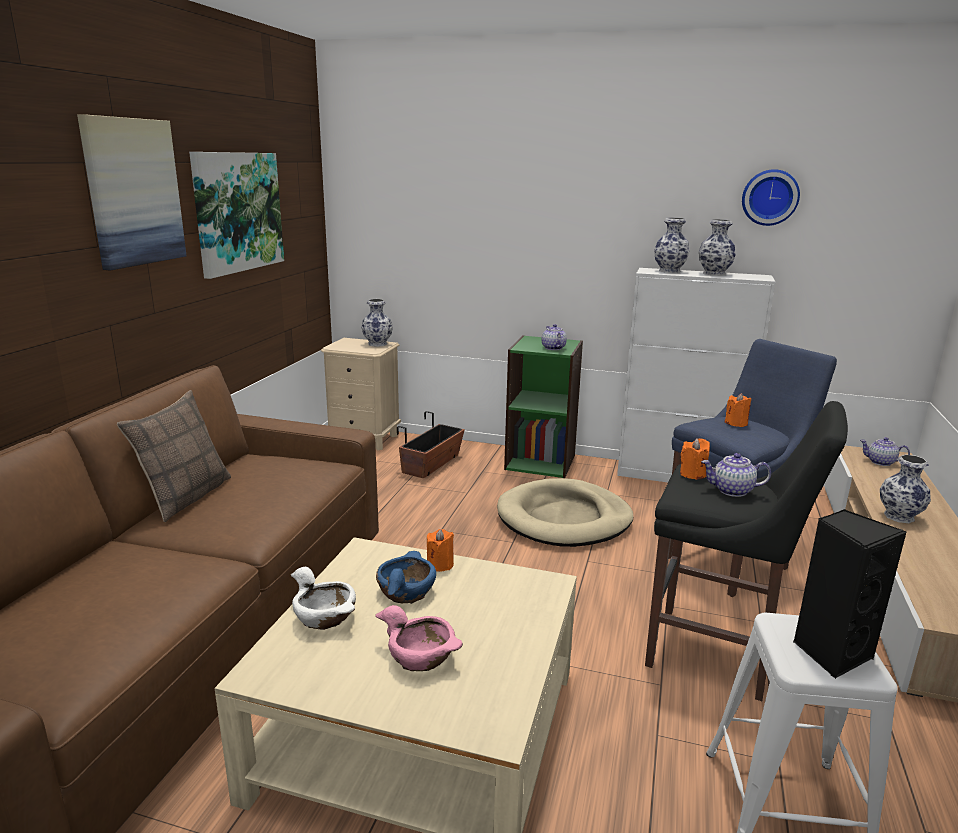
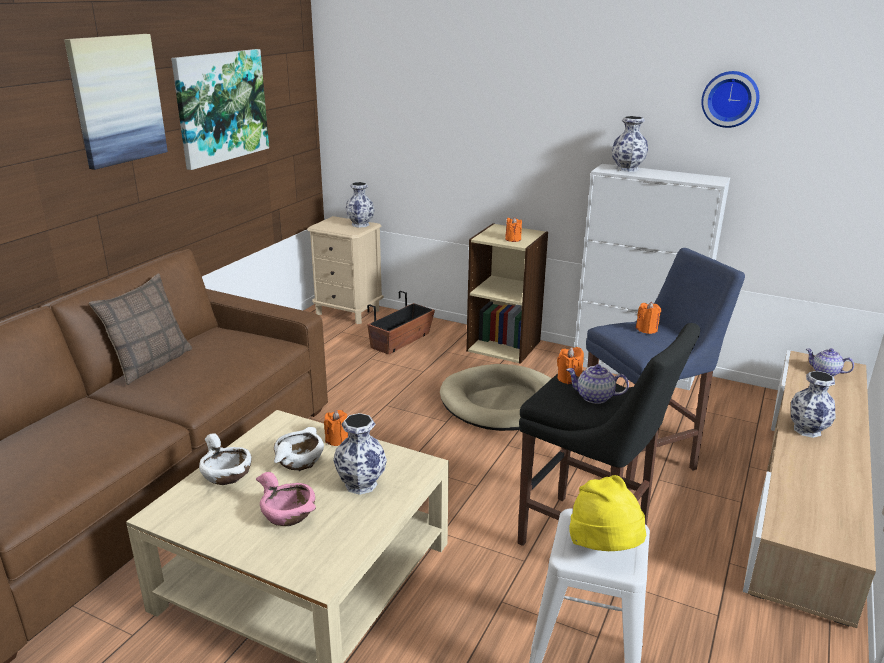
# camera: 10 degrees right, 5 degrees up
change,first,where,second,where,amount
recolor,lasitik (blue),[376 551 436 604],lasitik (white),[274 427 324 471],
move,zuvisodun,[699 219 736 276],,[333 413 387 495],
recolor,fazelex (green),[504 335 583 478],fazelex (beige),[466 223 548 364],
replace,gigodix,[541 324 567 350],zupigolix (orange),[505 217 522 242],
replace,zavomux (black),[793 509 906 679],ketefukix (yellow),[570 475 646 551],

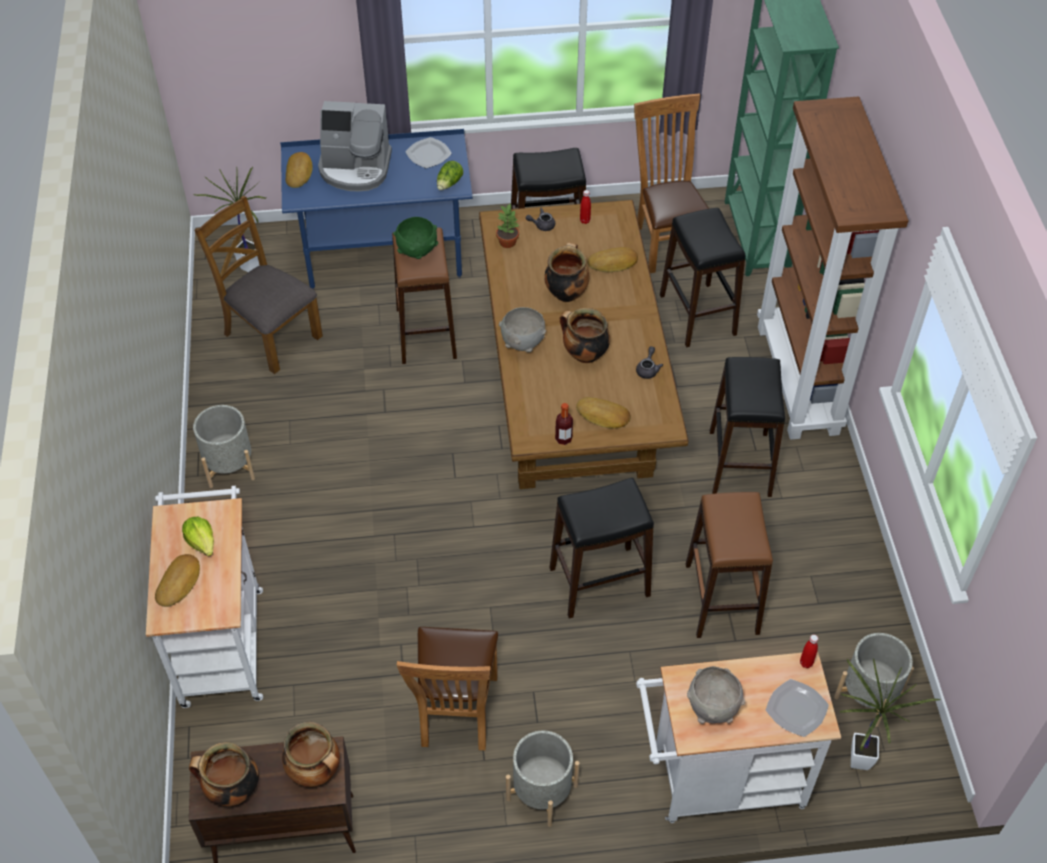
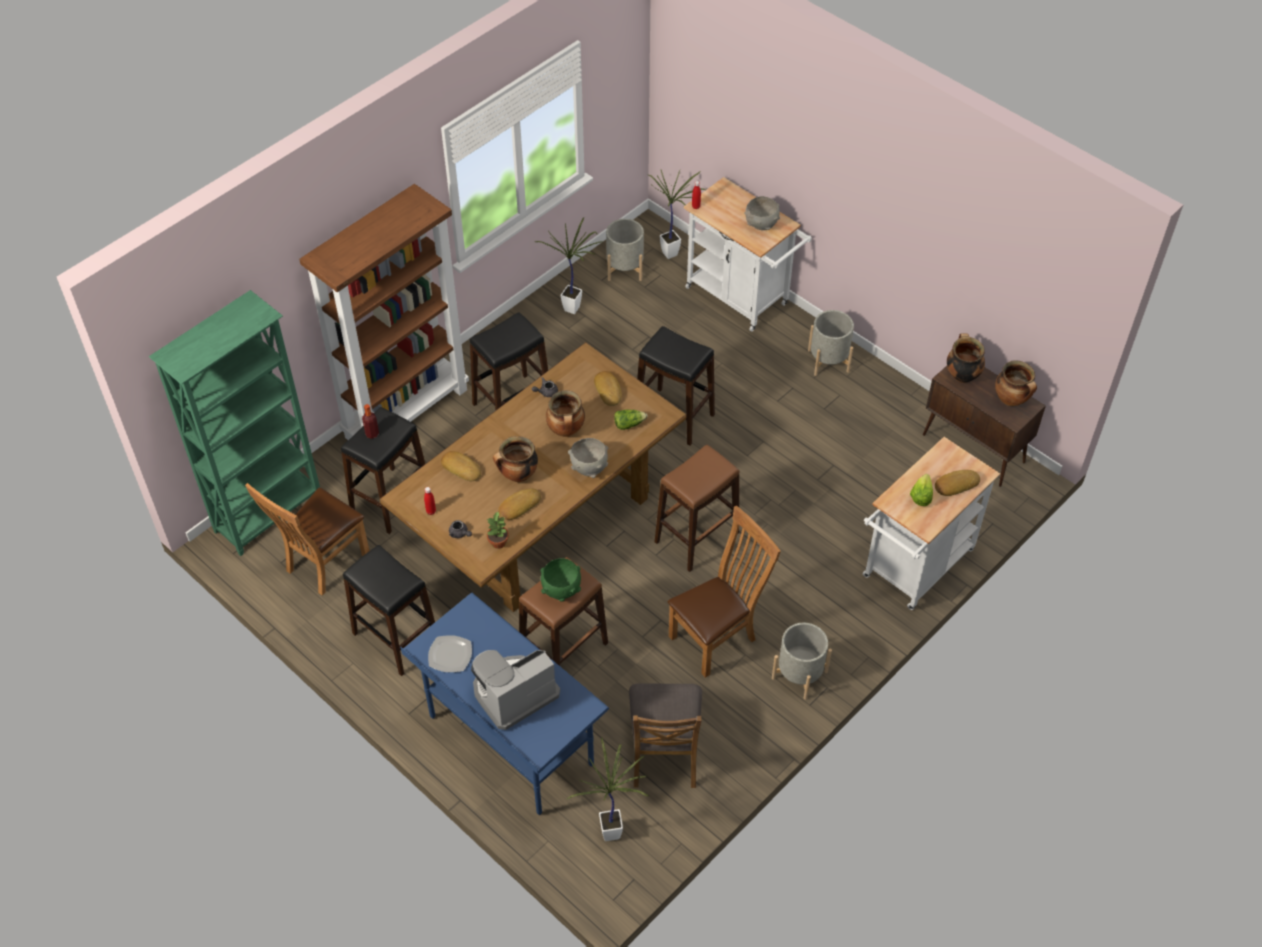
# camera: 130 degrees left, 0 degrees up
change,first,where,second,where,amount
move,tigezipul,[555 403 573 445],,[362 404 379 439],
rotate,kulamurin,[318 101 392 192],,[471 650 560 730],90 degrees counterclockwise
move,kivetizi,[286 152 313 188],,[498 488 541 520],
insert,,,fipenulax,[535 217 602 314],
move,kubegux,[437 161 463 190],,[614 409 648 430],
move,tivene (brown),[686 492 773 638],,[655 445 739 572],
move,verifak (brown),[397 627 498 750],,[668 505 781 678],
delete,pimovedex,[766 679 829 737],,,

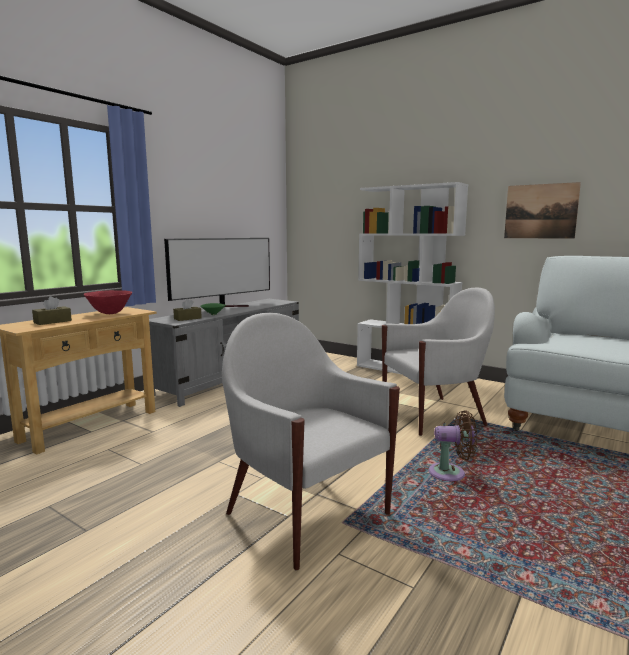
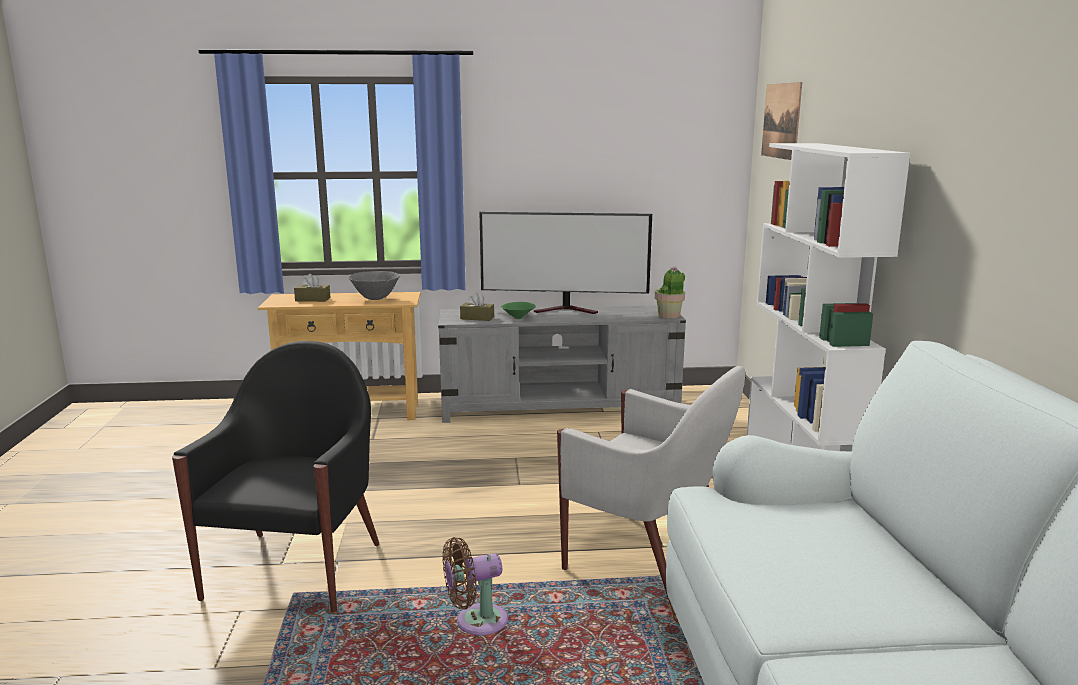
# camera: 50 degrees right, 5 degrees up
change,first,where,second,where,amount
recolor,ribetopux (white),[222 313 400 571],ribetopux (black),[172 341 380 612],
recolor,lasitik (red),[84 290 133 314],lasitik (grey),[348 271 400 300],
rotate,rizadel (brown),[428 410 477 481],,[443 537 508 635],105 degrees clockwise
insert,,,fipenulax,[655 267 685 319],
move,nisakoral,[504 182 581 239],,[761 82 802 160],

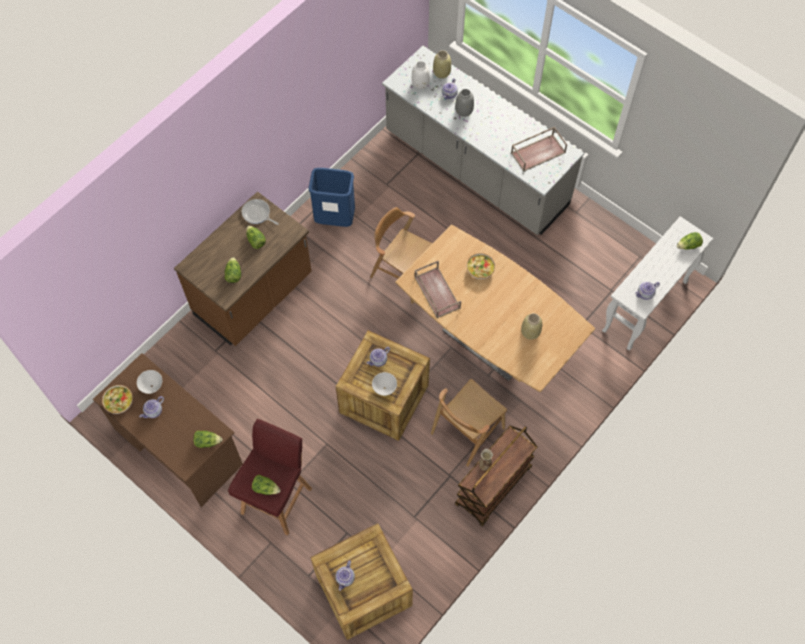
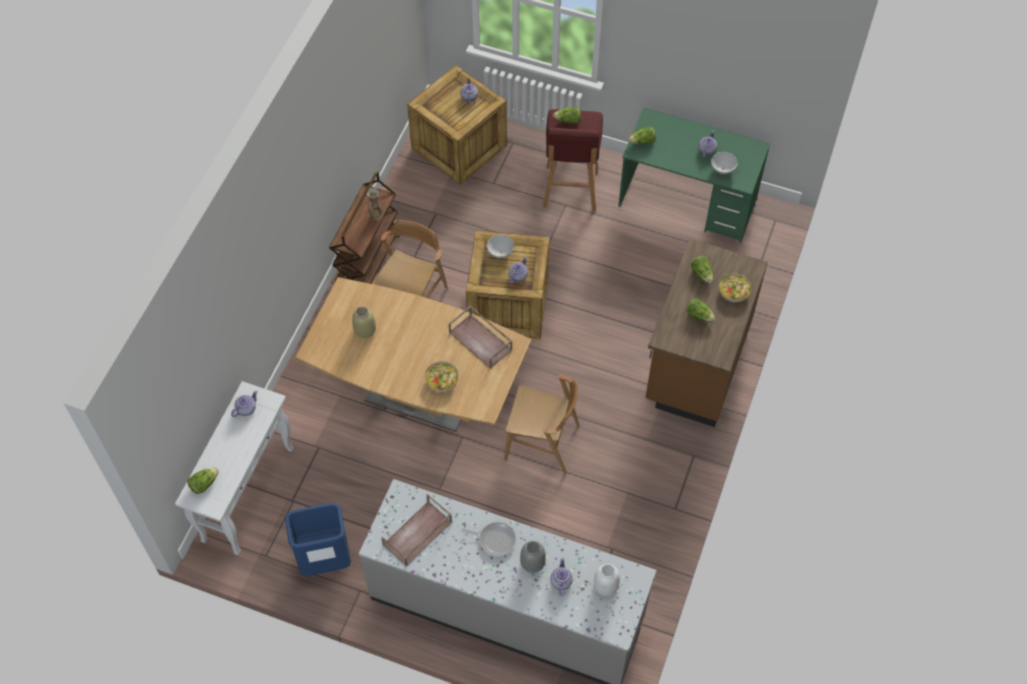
# camera: 160 degrees right, 5 degrees down
change,first,where,second,where,amount
move,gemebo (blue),[308 168 355 227],,[285 503 351 576],
move,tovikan,[242 199 279 225],,[462 522 516 556],
recolor,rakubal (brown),[93 353 243 507],rakubal (green),[618 107 770 243],
move,lasitik,[102 385 133 414],,[719 273 752 302],
delete,zuvisodun (beige),[433 50 451 79],,,

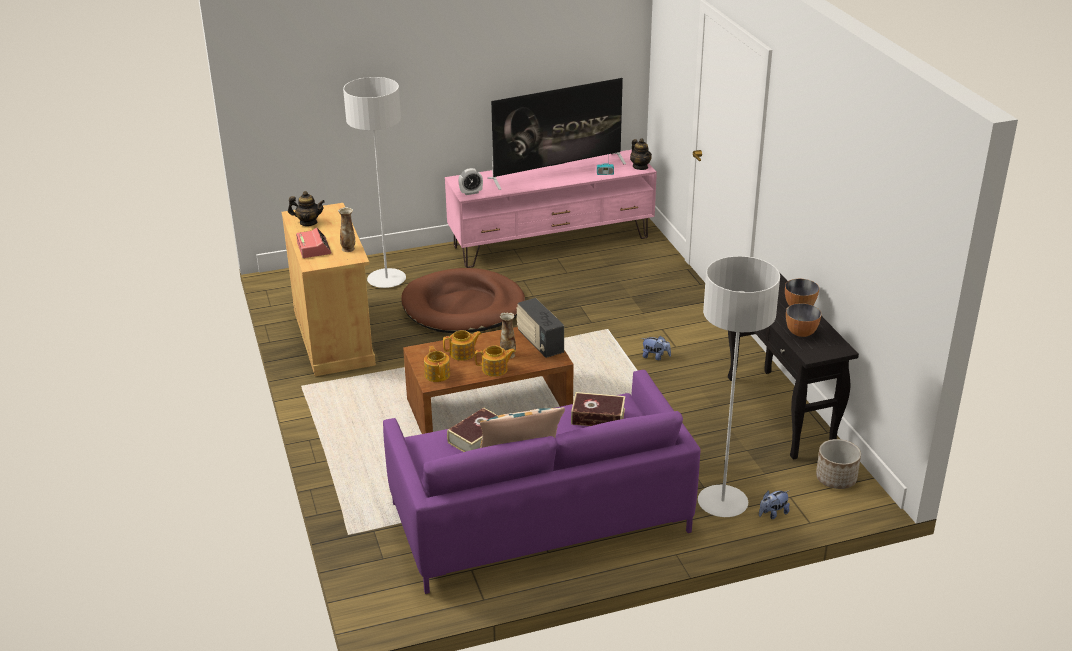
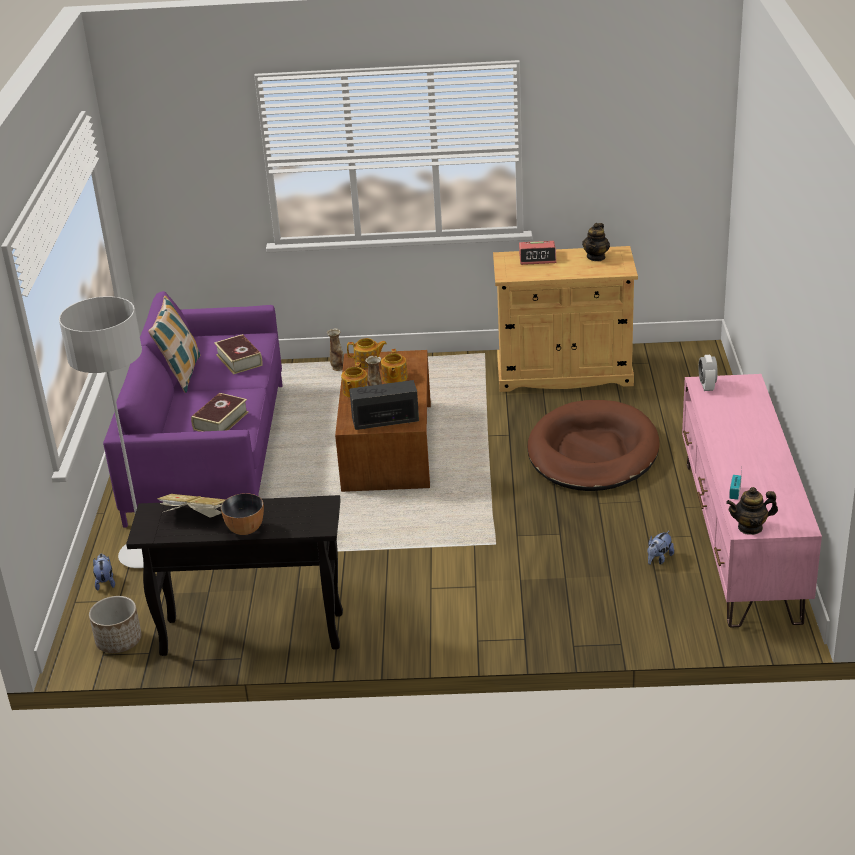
# camera: 110 degrees right, 0 degrees up
change,first,where,second,where,amount
replace,lasitik,[786 303 822 337],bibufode,[157 494 226 518],
move,zuvisodun,[338 207 355 252],,[327 328 344 371],
move,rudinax,[641 336 671 360],,[647 531 674 565],
delete,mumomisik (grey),[343 77 406 288],,,
delete,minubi,[488 78 626 190],,,

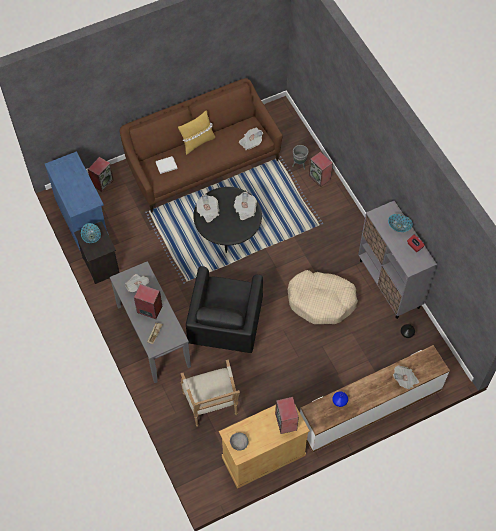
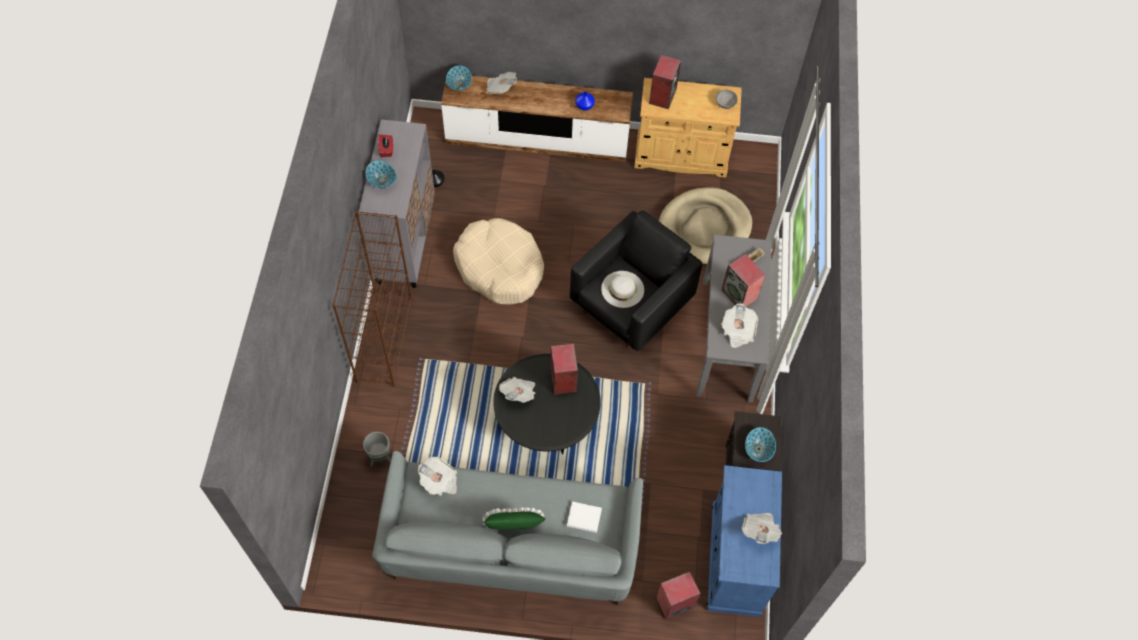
# camera: 150 degrees left, 0 degrees up
change,first,where,second,where,amount
insert,,,fazelex (brown),[332 211 412 387],
recolor,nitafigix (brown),[120 78 283 213],nitafigix (grey),[372 451 643 605],
insert,,,lasitik,[446 65 472 90],
recolor,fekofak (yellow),[178 110 215 155],fekofak (green),[483 507 545 530],
move,zavomux,[308 151 333 187],,[550 344 578 395],
insert,,,ketefukix (white),[601 271 644 308],
replace,ribetopux,[180 360 240 427],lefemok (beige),[659 187 752 264],
move,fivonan,[197 194 219 223],,[742 513 782 544],

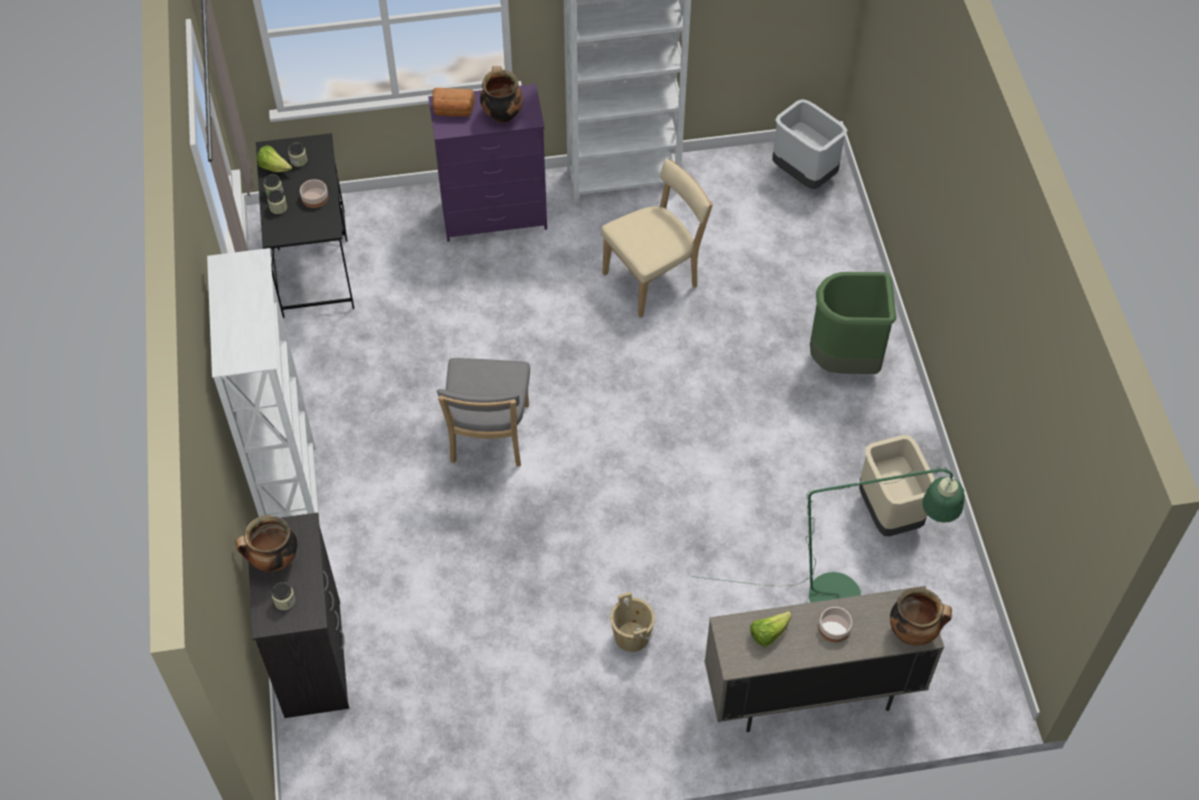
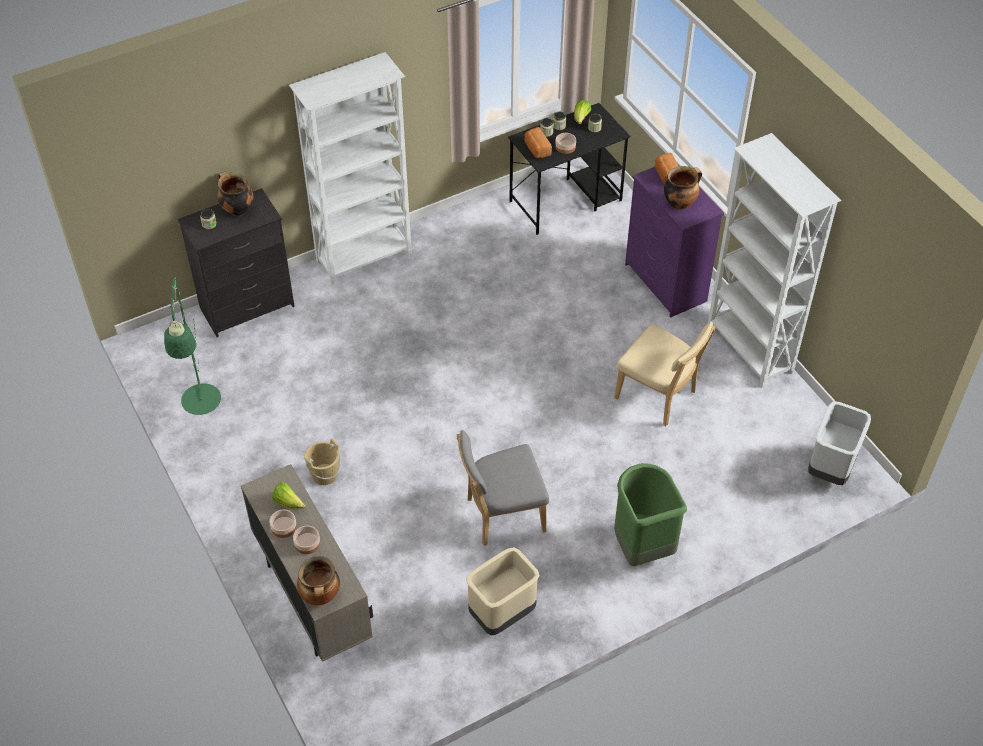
# camera: 70 degrees right, 5 degrees down
change,first,where,second,where,amount
move,mumomisik (green),[692 466 965 602],,[164 277 221 415],
insert,,,lasitik,[269 509 297 538],
move,verifak (grey),[437 358 530 467],,[457 430 549 546],
insert,,,kivetizi,[524 127 552 158],

